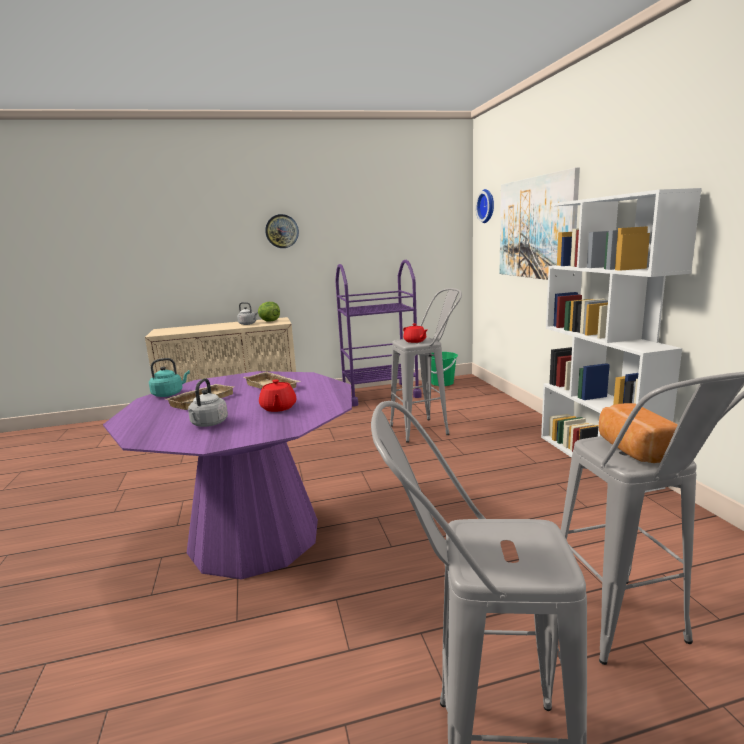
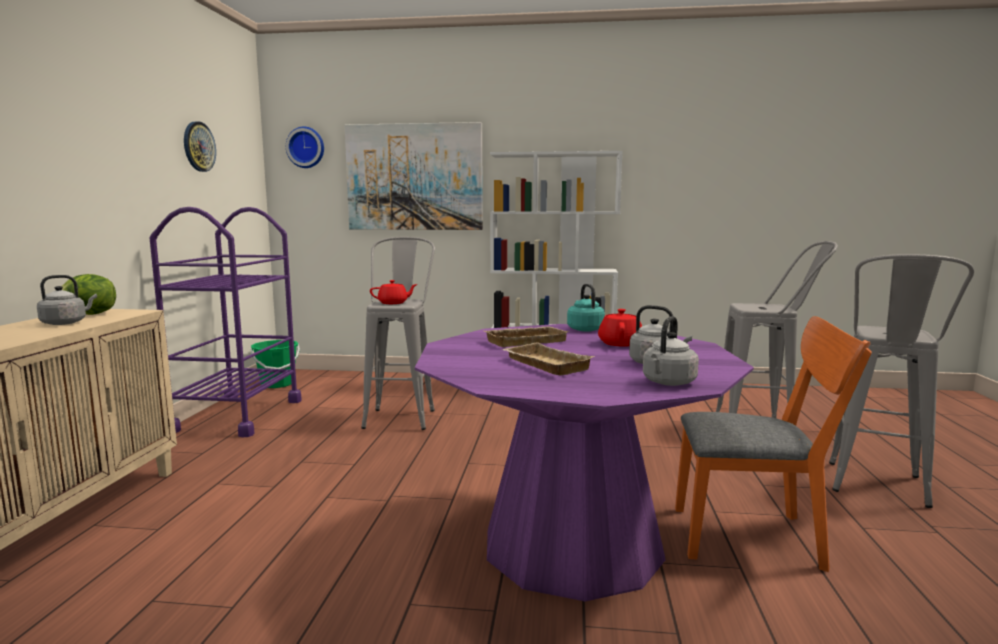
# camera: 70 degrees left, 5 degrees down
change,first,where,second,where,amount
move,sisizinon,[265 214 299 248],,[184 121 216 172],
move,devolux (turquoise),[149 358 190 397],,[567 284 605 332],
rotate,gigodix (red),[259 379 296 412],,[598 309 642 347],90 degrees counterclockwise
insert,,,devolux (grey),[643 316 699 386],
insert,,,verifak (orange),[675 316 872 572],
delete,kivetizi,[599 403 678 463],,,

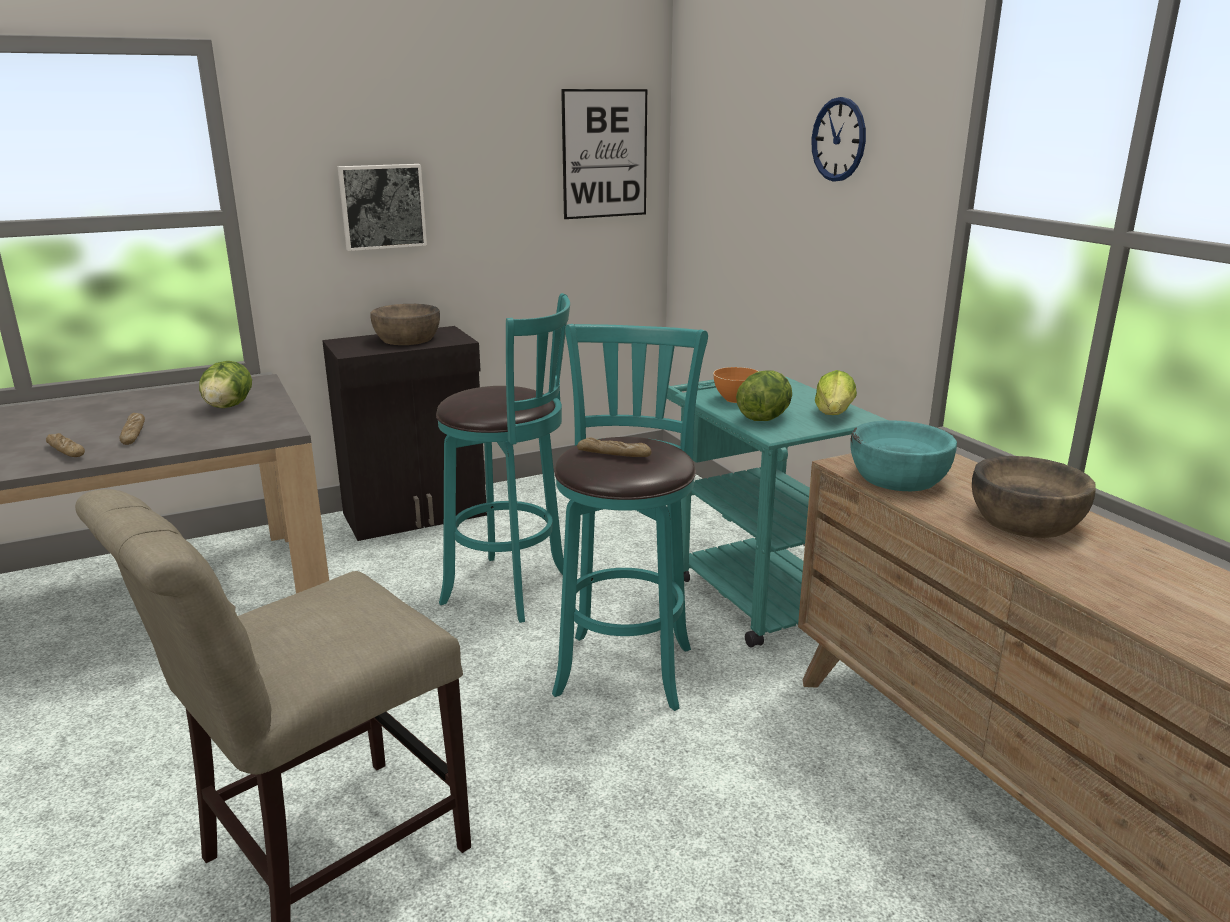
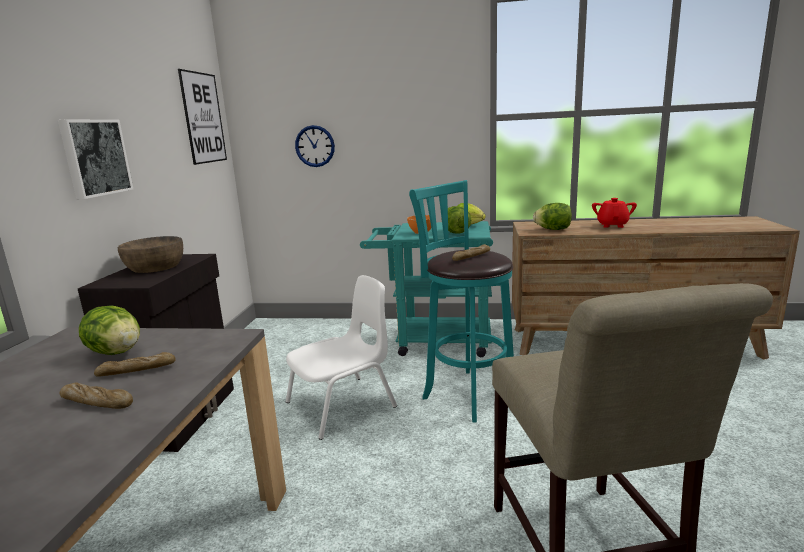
# camera: 55 degrees left, 5 degrees down
change,first,where,second,where,amount
move,kivetizi,[46 433 85 457],,[94 352 176 377],
replace,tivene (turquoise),[436 293 570 623],verifak (white),[286 275 397 440],
move,sisizinon,[812 97 866 182],,[295 125 335 167],
replace,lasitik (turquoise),[850 420 957 491],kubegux,[533 203 572 230],
replace,lasitik (brown),[972 456 1096 538],gigodix (red),[592 198 637 228],

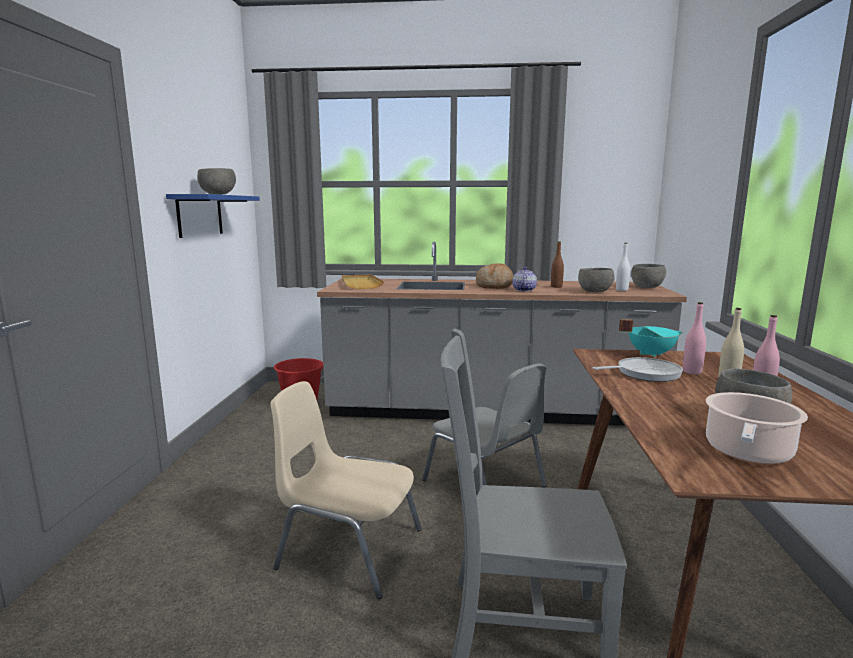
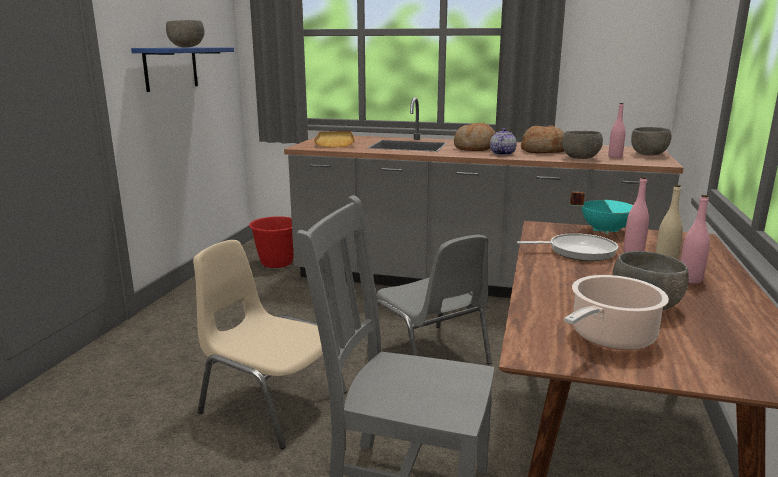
# camera: 10 degrees right, 5 degrees up
change,first,where,second,where,amount
replace,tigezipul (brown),[551 241 564 288],kivetizi,[521 125 564 153],
recolor,tigezipul (white),[616 243 630 291],tigezipul (pink),[609 103 625 158],

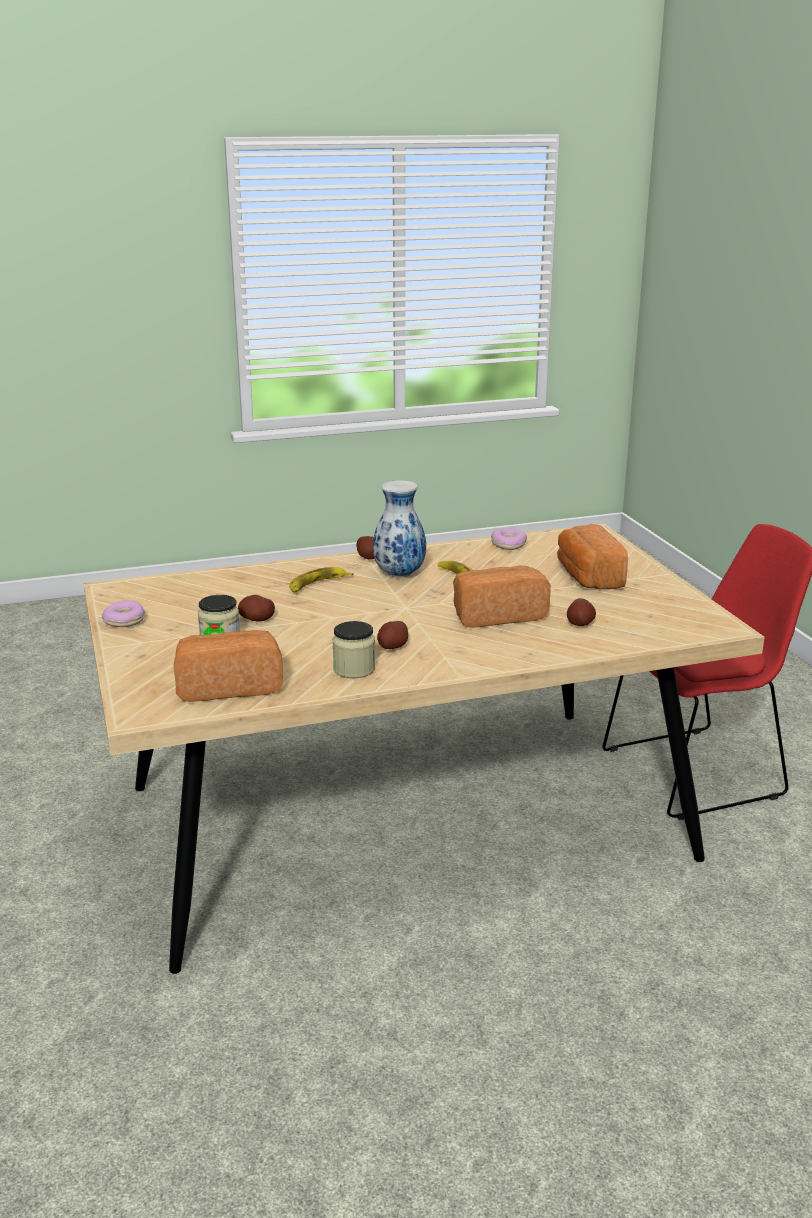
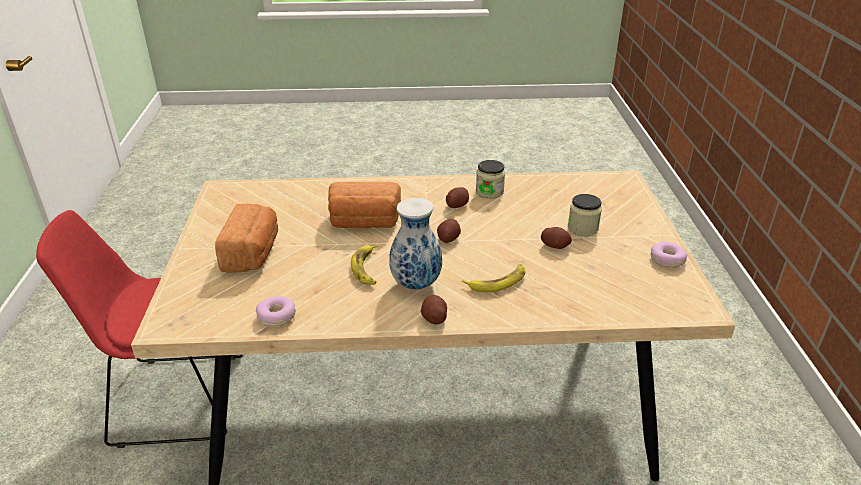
# camera: 165 degrees left, 10 degrees up
change,first,where,second,where,amount
move,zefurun,[567 598 596 626],,[437 219 461 243],
delete,kivetizi,[173 630 283 702],,,

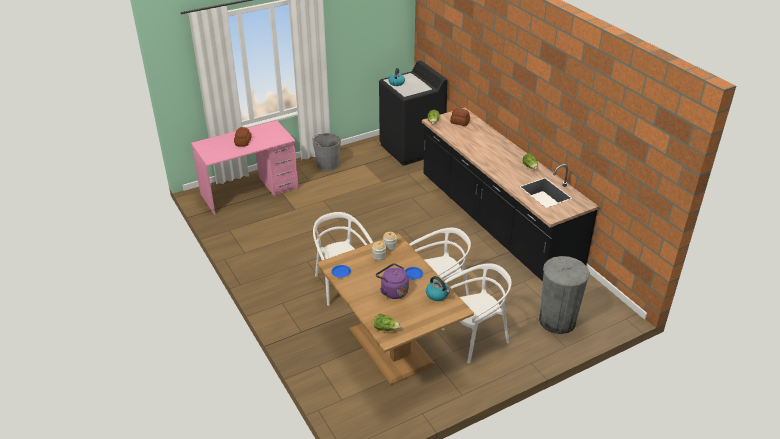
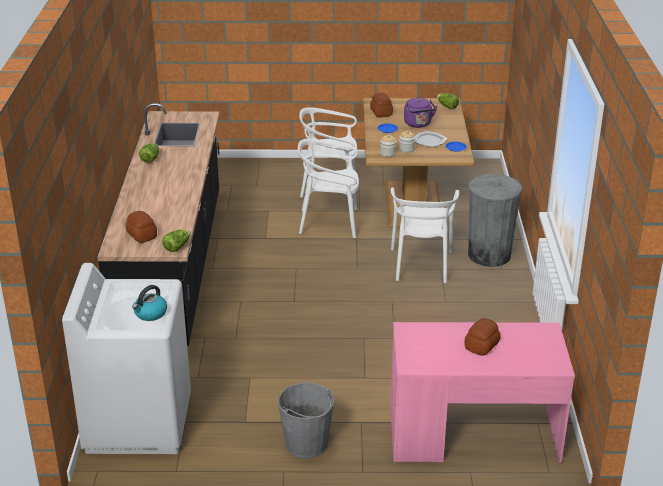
# camera: 150 degrees left, 5 degrees down
change,first,where,second,where,amount
recolor,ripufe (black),[379 60 448 166],ripufe (white),[62 263 191 454],
replace,devolux,[426 276 450 301],kivetizi,[370 93 393 117],
insert,,,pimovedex,[414 131 447 147],
move,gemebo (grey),[539 256 590 334],,[468 174 522 267],

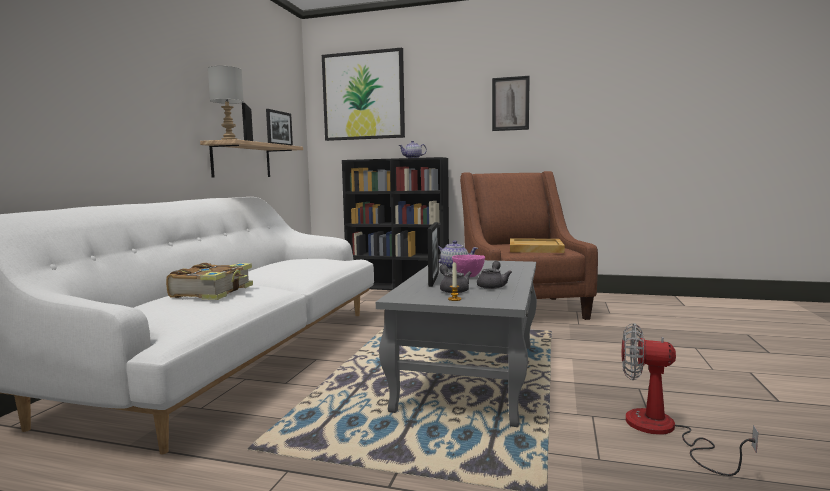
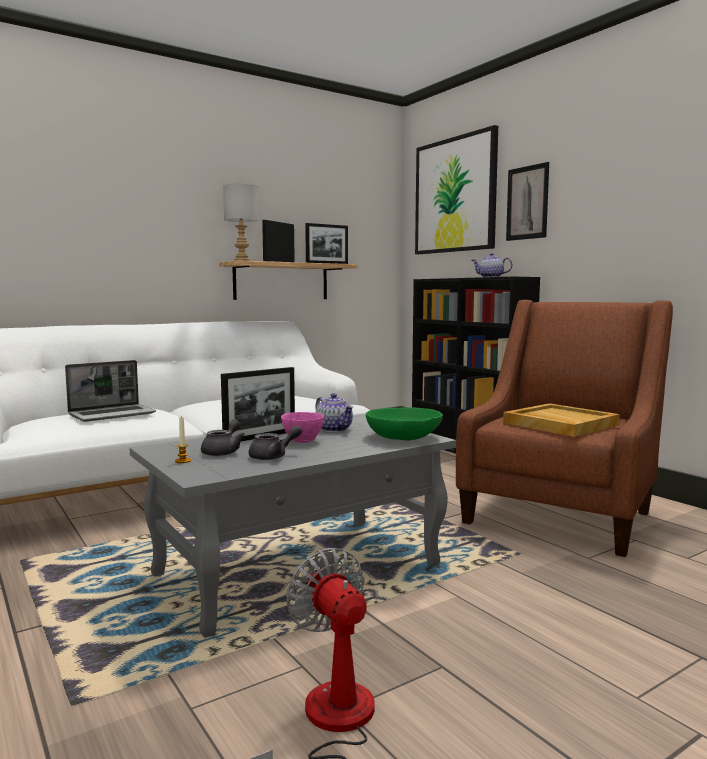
# camera: 40 degrees right, 0 degrees up
change,first,where,second,where,amount
replace,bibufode,[166 263 253 300],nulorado,[65 360 156 422],
insert,,,lasitik (green),[366 407 443 440],
move,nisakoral,[492 76 530 131],,[506 162 549 241],

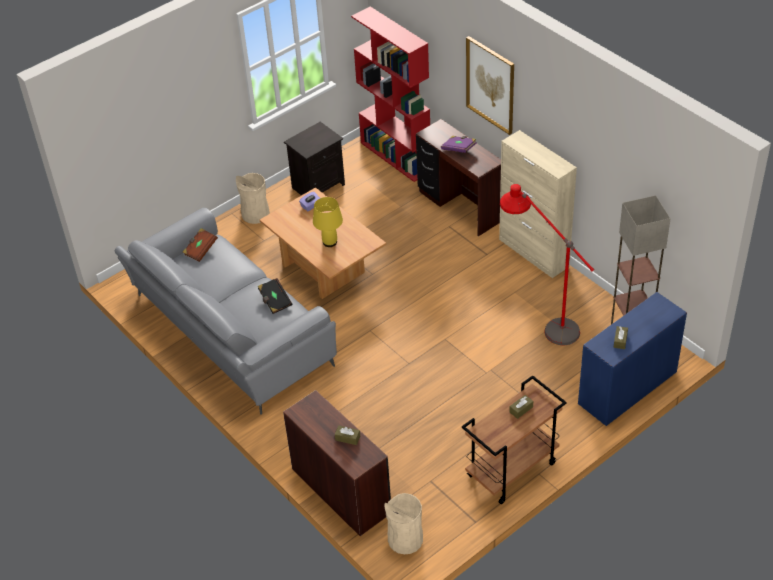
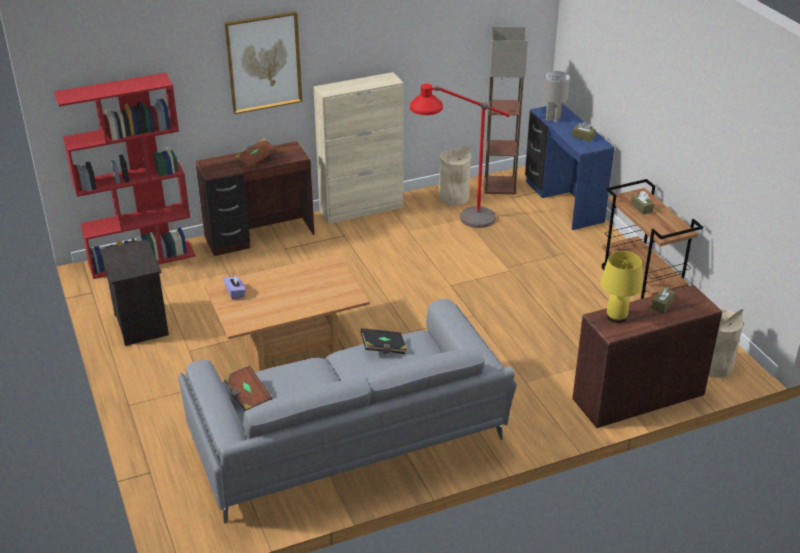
# camera: 75 degrees left, 10 degrees down
change,first,where,second,where,amount
recolor,bibufode (purple),[441 136 477 153],bibufode (brown),[235 138 277 169],
move,gemebo (beige),[236 173 270 224],,[439 146 471 206],
insert,,,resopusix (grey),[542 71 570 123],
move,resopusix (yellow),[313 197 343 247],,[600 251 643 323],

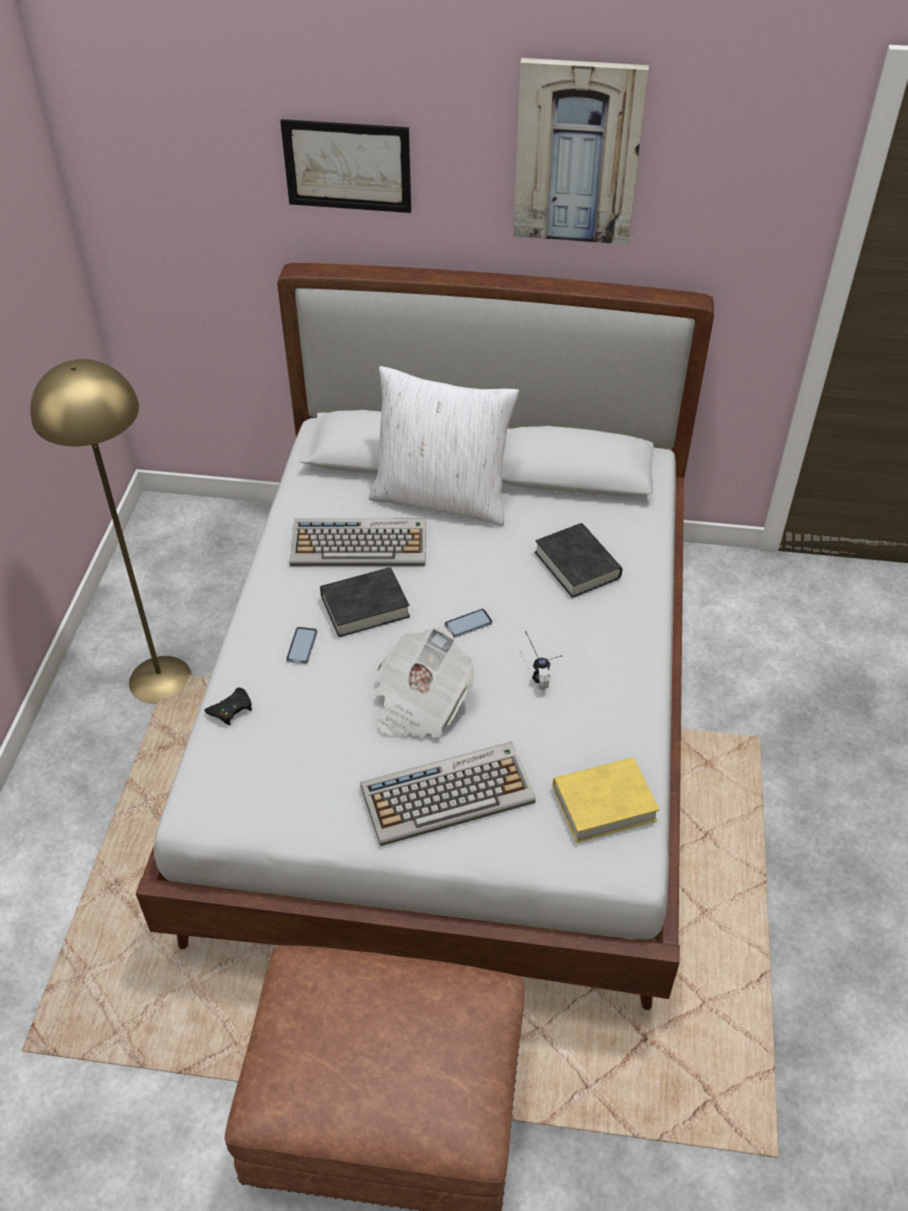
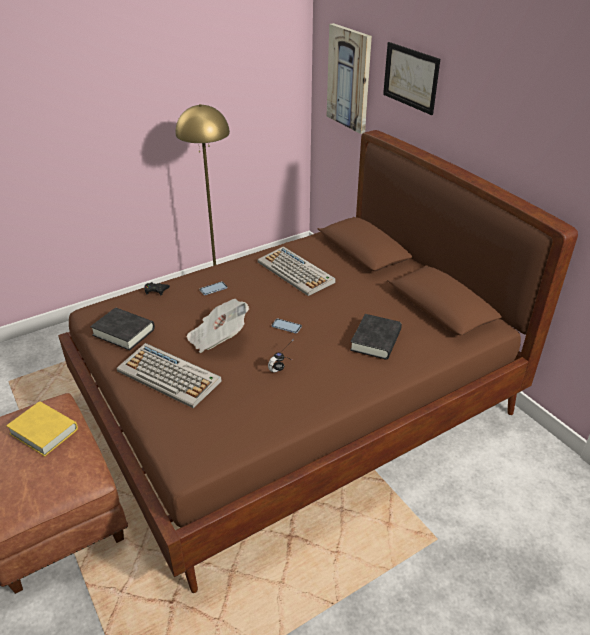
# camera: 50 degrees right, 10 degrees down
change,first,where,second,where,amount
move,bibufode (yellow),[553 757 660 843],,[6 402 78 457],
recolor,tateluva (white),[136 263 714 1010],tateluva (brown),[58 130 578 593],
move,bibufode (black),[320 567 410 637],,[90 308 155 351],
move,nisakoral,[513 58 649 245],,[327 23 372 134],
delete,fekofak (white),[369 366 519 526],,,

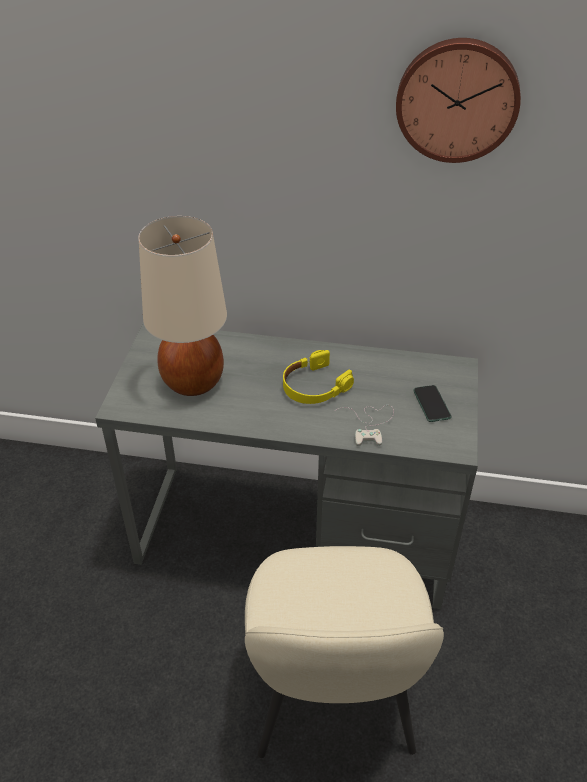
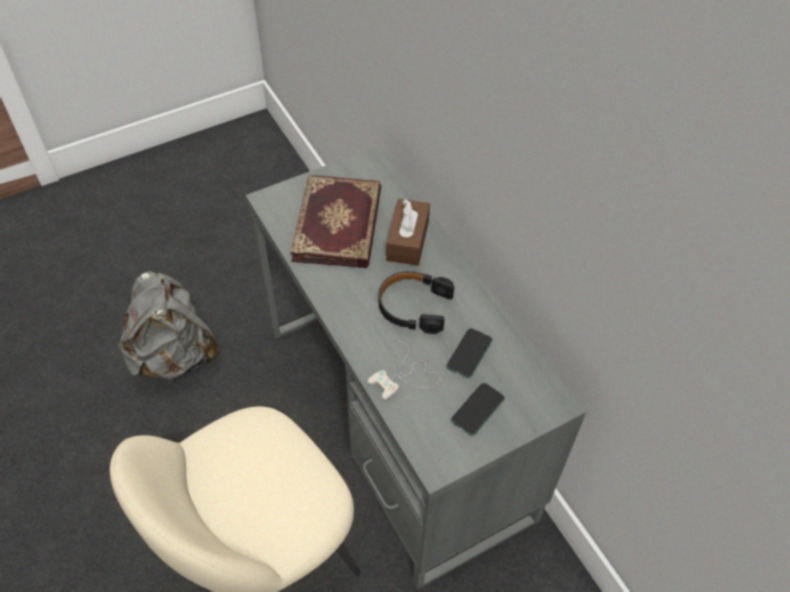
# camera: 50 degrees right, 10 degrees up
change,first,where,second,where,amount
insert,,,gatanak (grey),[119 271 218 381],
replace,resopusix (beige),[138 216 227 396],bibufode,[290 175 381 268],
recolor,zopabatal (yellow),[283 350 354 404],zopabatal (black),[379 271 454 334],
insert,,,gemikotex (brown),[386 199 430 266],
insert,,,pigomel,[446 328 493 378],
delete,sisizinon,[396 38 521 163],,,

